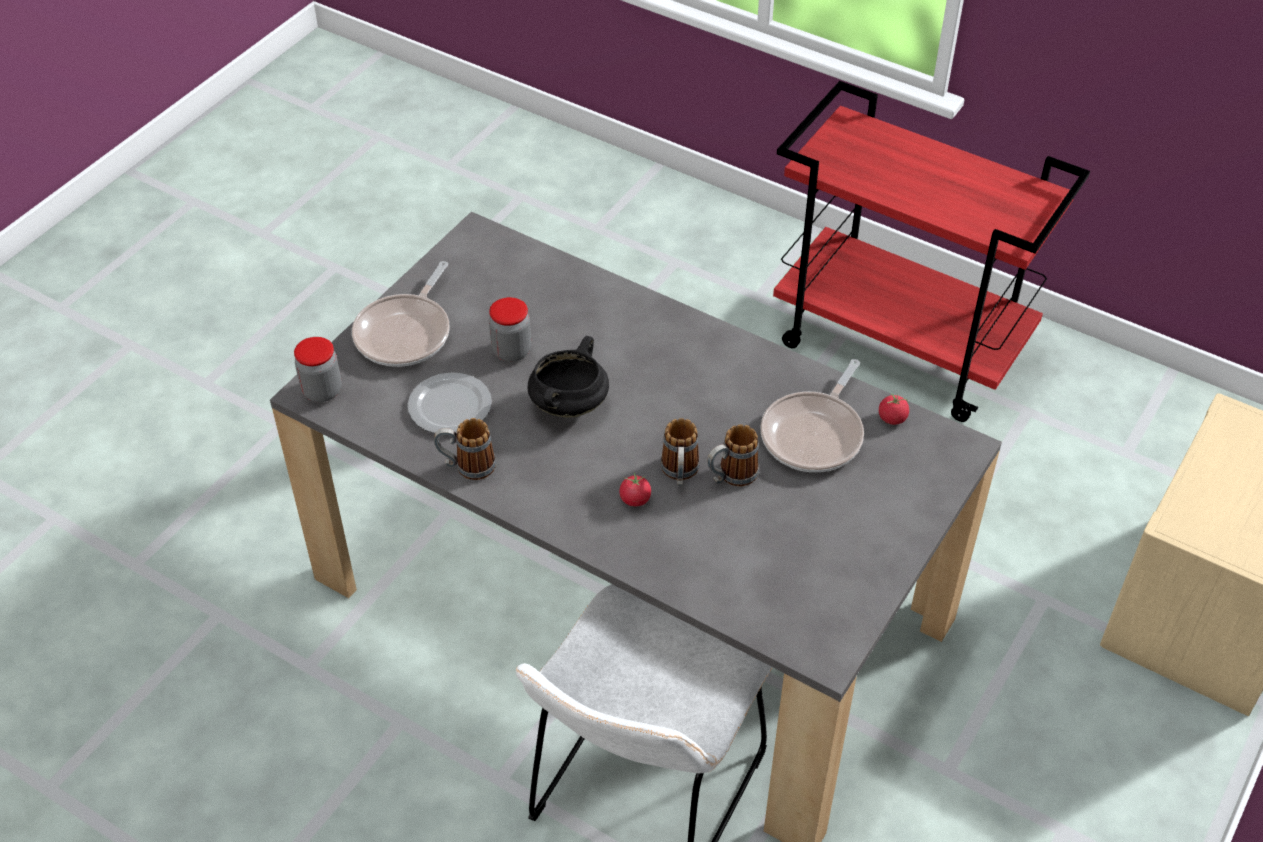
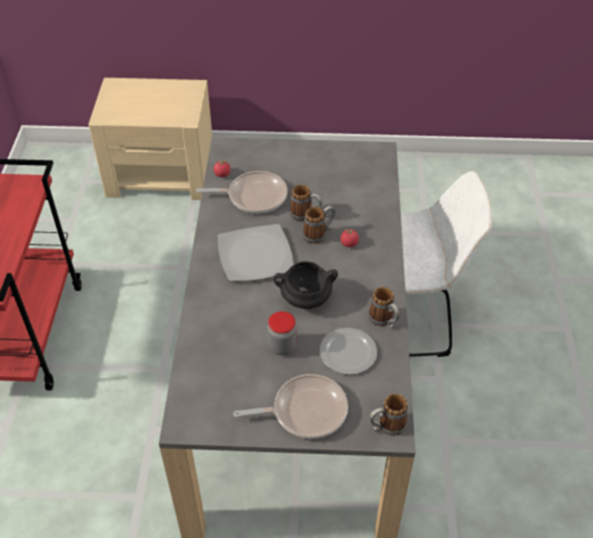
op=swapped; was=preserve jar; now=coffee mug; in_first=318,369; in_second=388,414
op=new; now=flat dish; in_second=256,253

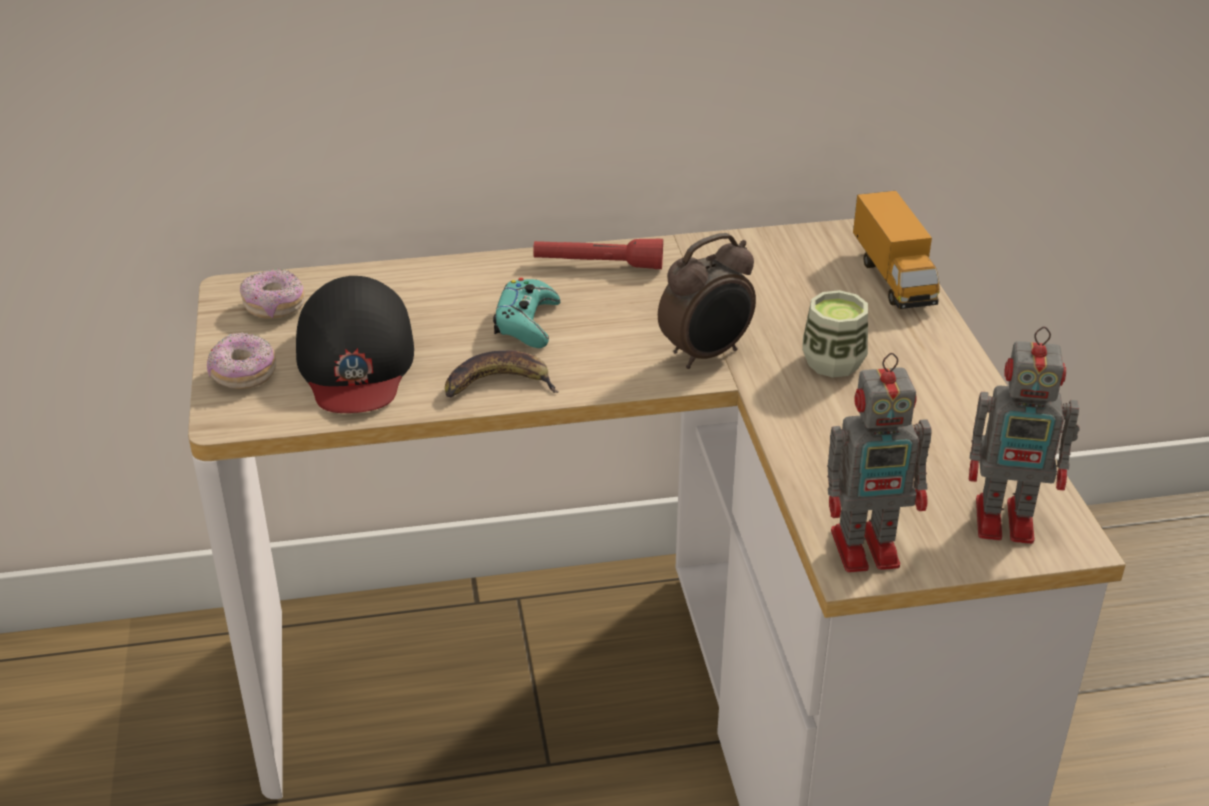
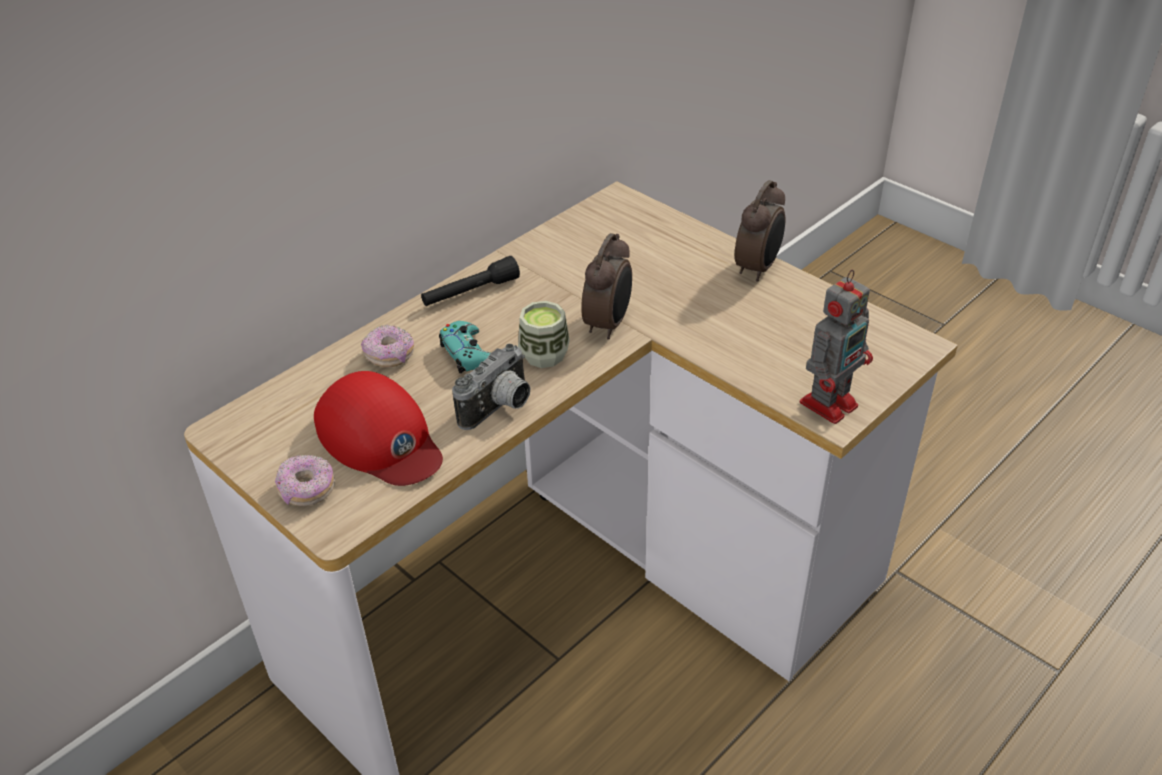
op=shifted; was=donut; in_first=272,294; in_second=387,346
op=repainted; was=blackish cap; now=reddish cap; in_first=355,344; in_second=378,428
op=swapped; was=whole banana; now=still camera; in_first=502,374; in_second=491,387
op=repainted; was=reddish hand torch; now=blackish hand torch; in_first=598,253; in_second=470,281
op=shifted; was=small cup; in_first=835,333; in_second=544,334
op=gone; was=toy lorry; in_first=896,250
op=gone; was=model robot; in_first=1024,435
op=new; now=alarm clock; in_second=760,231

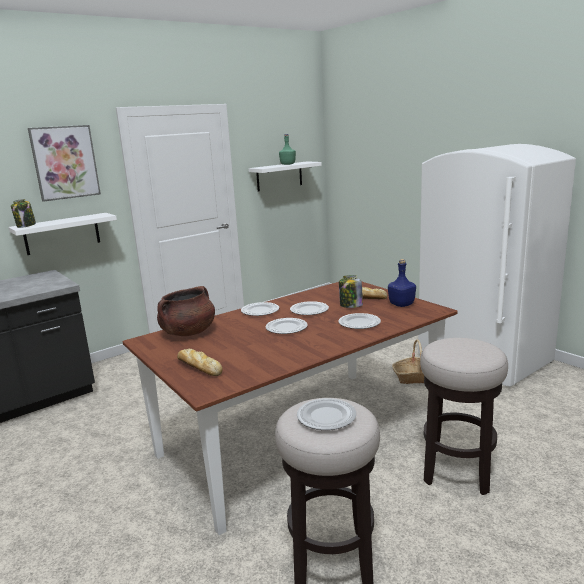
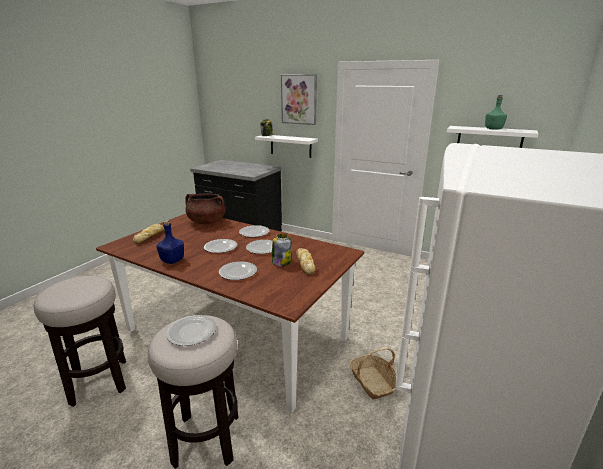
op=shifted; was=flat dish; in_first=326,414; in_second=191,330
op=shifted; was=blue bottle; in_first=402,283; in_second=170,242

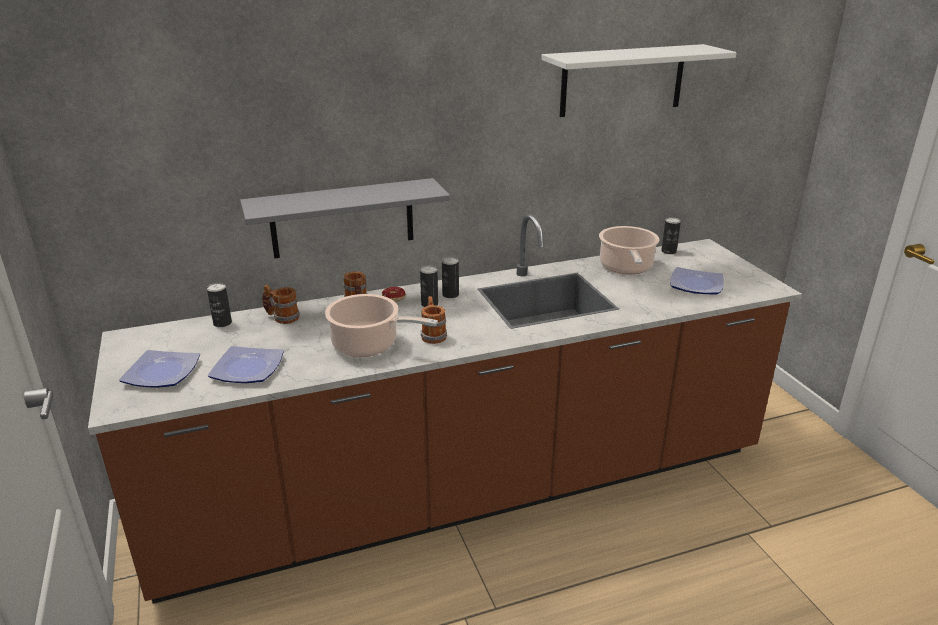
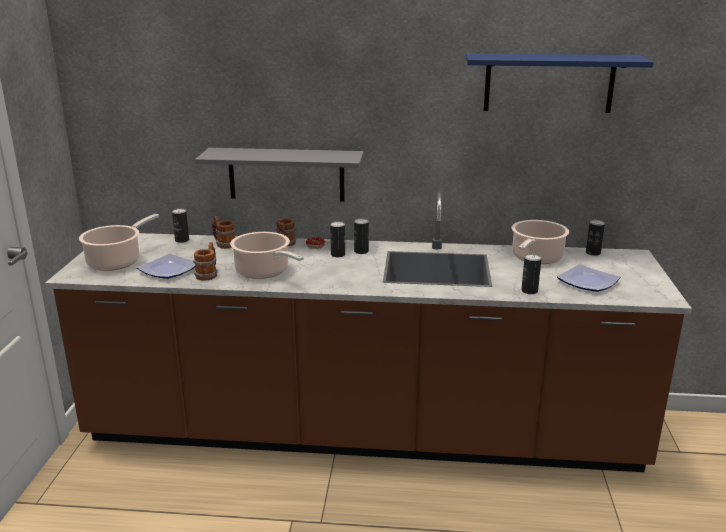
op=swapped; was=flat dish; now=saucepot; in_first=159,369; in_second=119,242
op=shifted; was=coffee mug; in_first=434,320; in_second=205,261
op=repainted; was=whitish wall shelf; now=blue wall shelf; in_first=639,80; in_second=560,83
op=new; now=sealed can; in_second=531,274

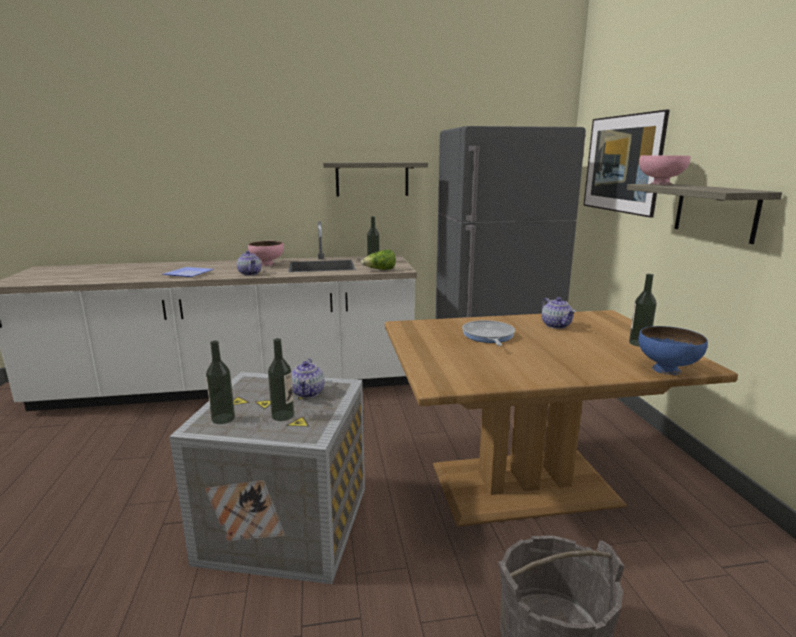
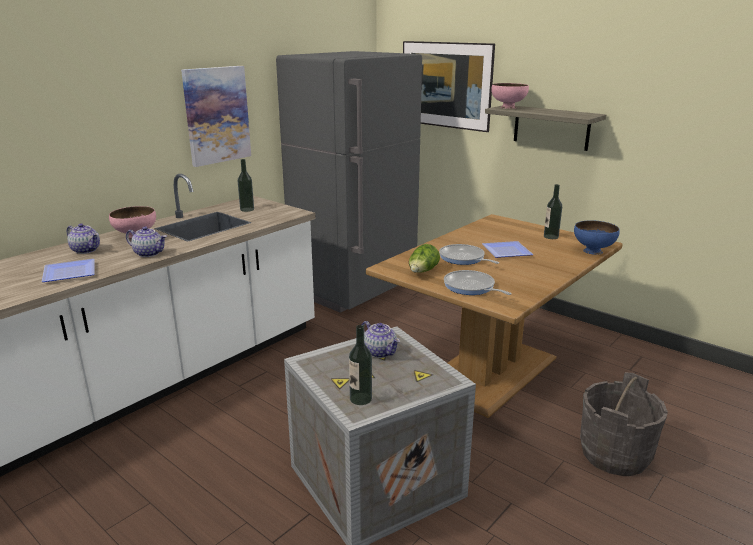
op=gone; was=bottle; in_first=281,379
op=swapped; was=wall shelf; now=wall art; in_first=375,179; in_second=216,116
op=shifted; was=lettuce head; in_first=378,260; in_second=424,258
op=shifted; was=tea pot; in_first=558,313; in_second=83,238
op=new; now=frying pan; in_second=478,282
op=new; now=flat dish; in_second=507,249

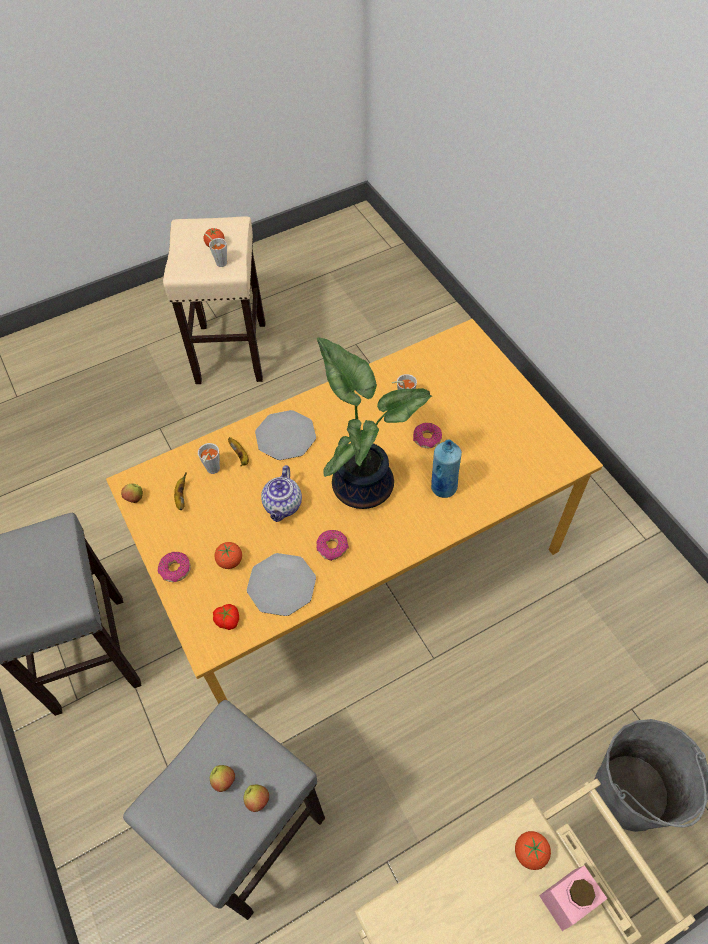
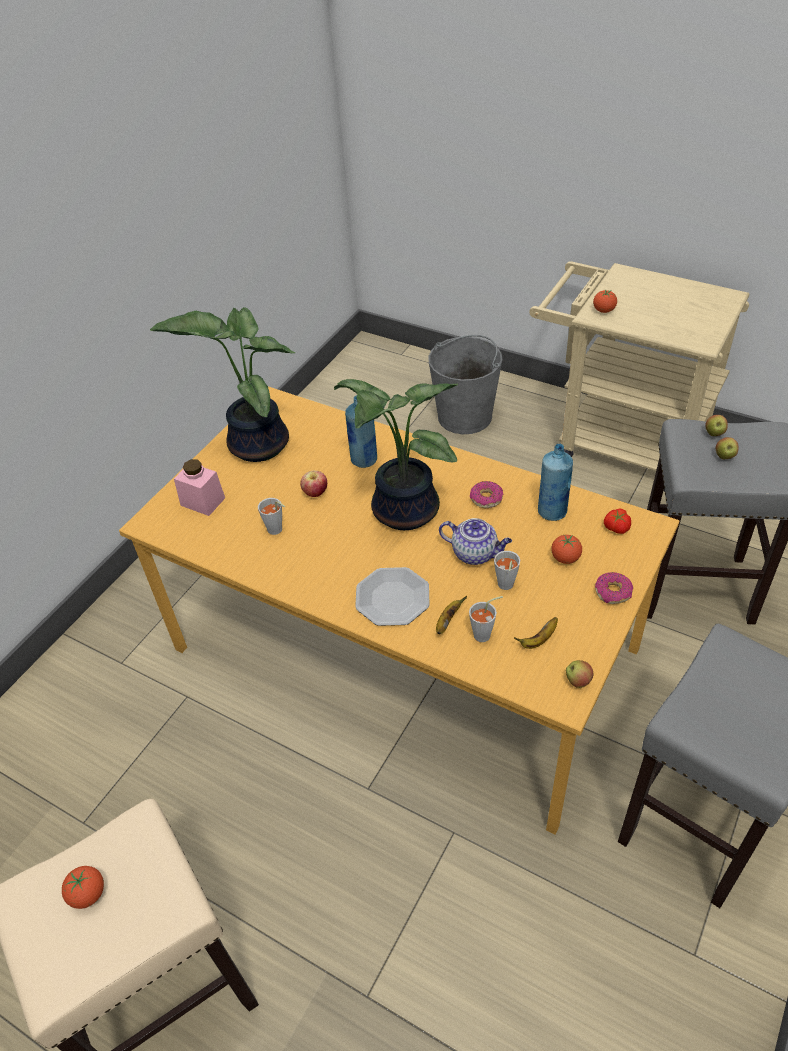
op=shifted; was=greyish small cup; in_first=215,250; in_second=507,570
op=swapped; was=flat dish; now=blue bottle; in_first=281,584; in_second=555,482
op=rotated; was=tea pot; in_first=281,493; in_second=475,541; clockwise=45
op=swapped; was=donut; now=apple fruit; in_first=427,435; in_second=313,484
op=shifted; was=pinkish preserve jar; in_first=573,898; in_second=199,487
op=new; now=houseplant; in_second=222,384

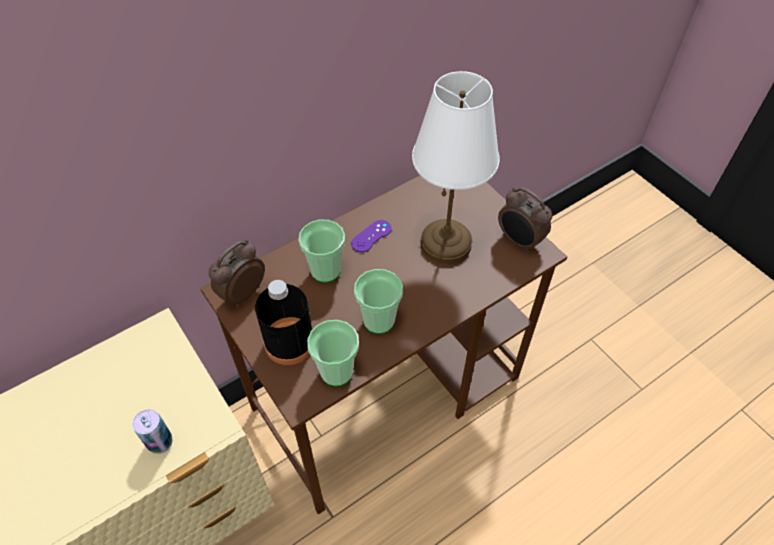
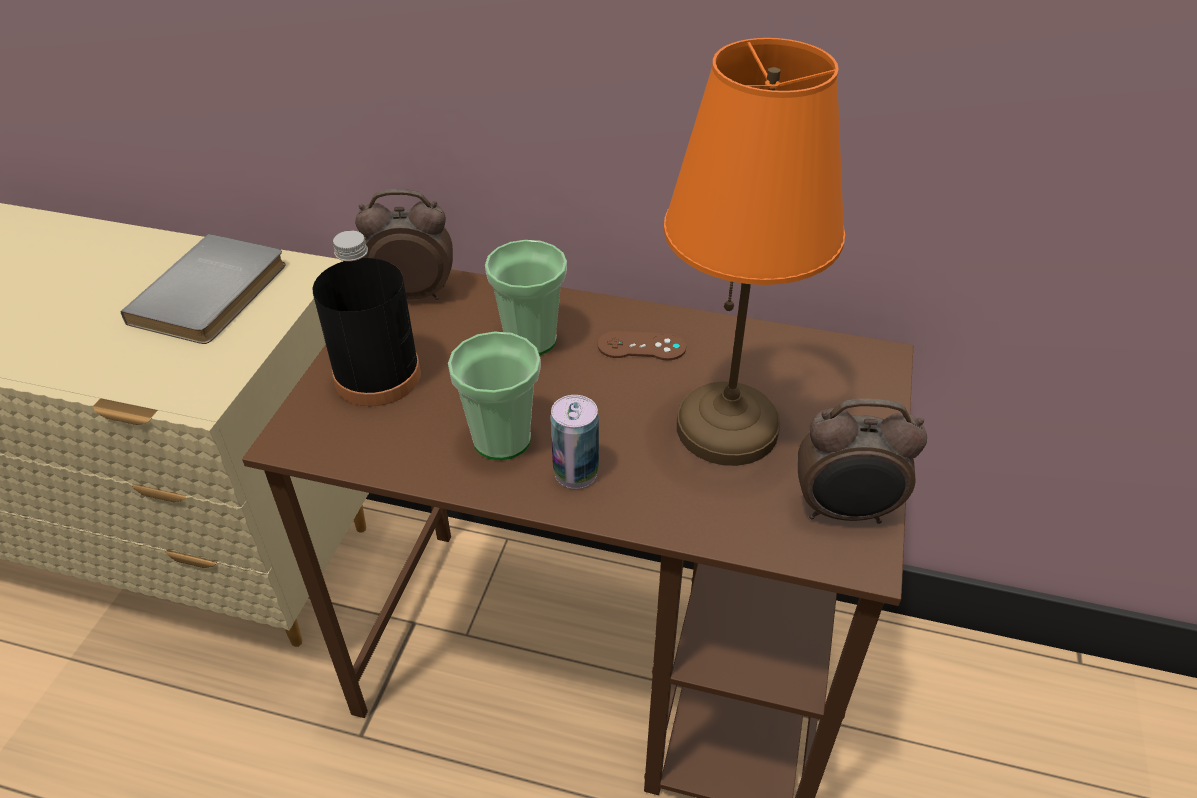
op=shifted; was=sealed can; in_first=152,431; in_second=575,442
op=gone; was=small cup; in_first=333,353
op=repainted; was=purple-coloured game controller; now=brown game controller; in_first=371,236; in_second=641,346
op=repainted; was=whitish lamp for a table; now=orangey lamp for a table; in_first=456,167; in_second=754,252
op=rotated; was=alarm clock; in_first=525,220; in_second=862,461; clockwise=-90
op=new; now=greyish volume; in_second=203,289

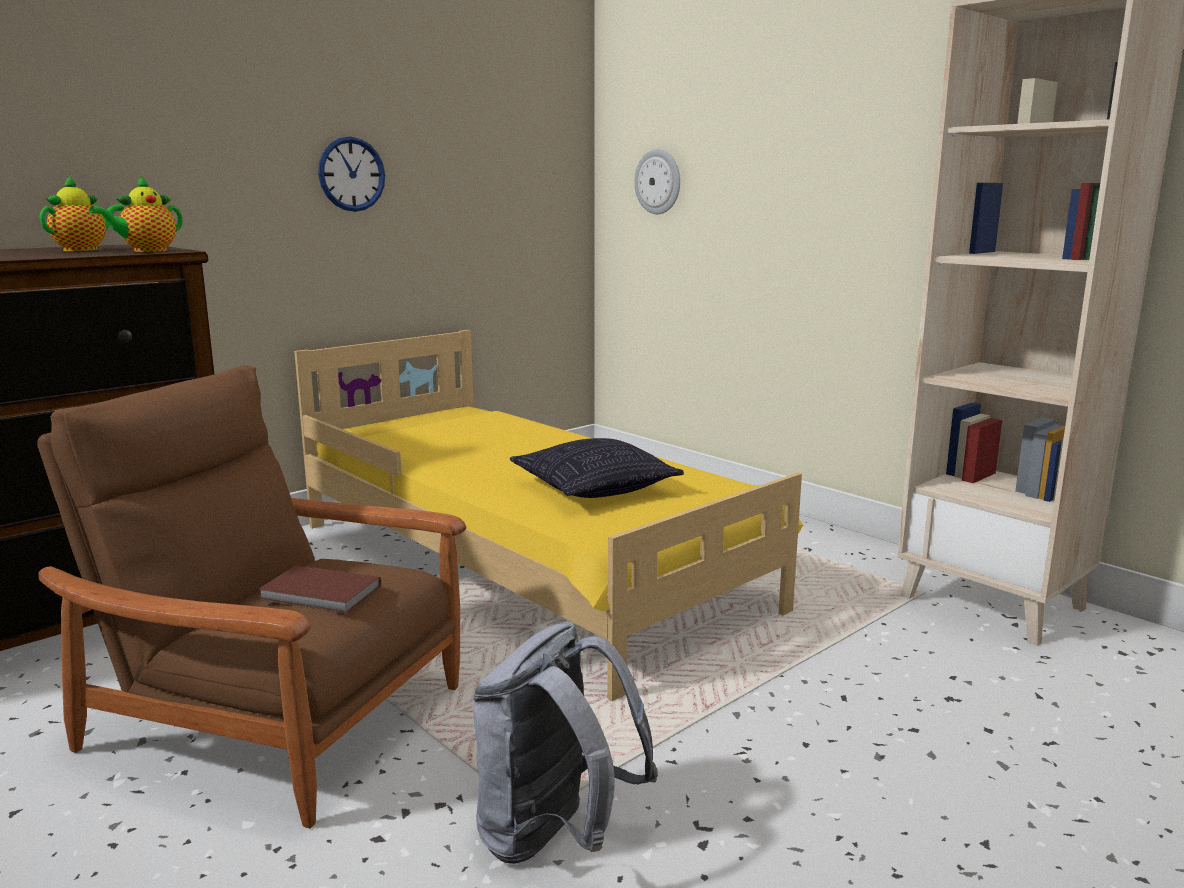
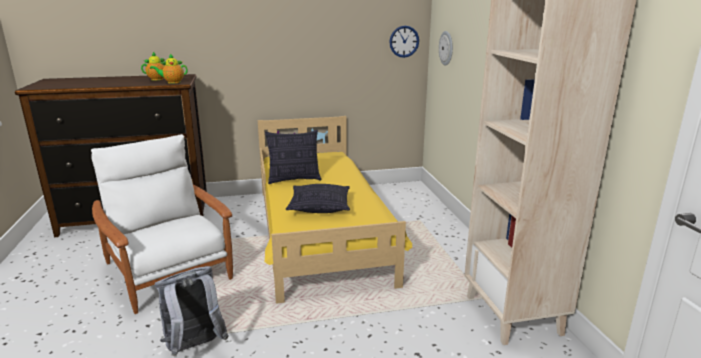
op=repainted; was=brown armchair; now=whitish armchair; in_first=251,596; in_second=162,224
op=gone; was=brown volume; in_first=319,589
op=shifted; was=wall clock; in_first=351,174; in_second=404,42
op=new; now=cushion; in_second=293,157

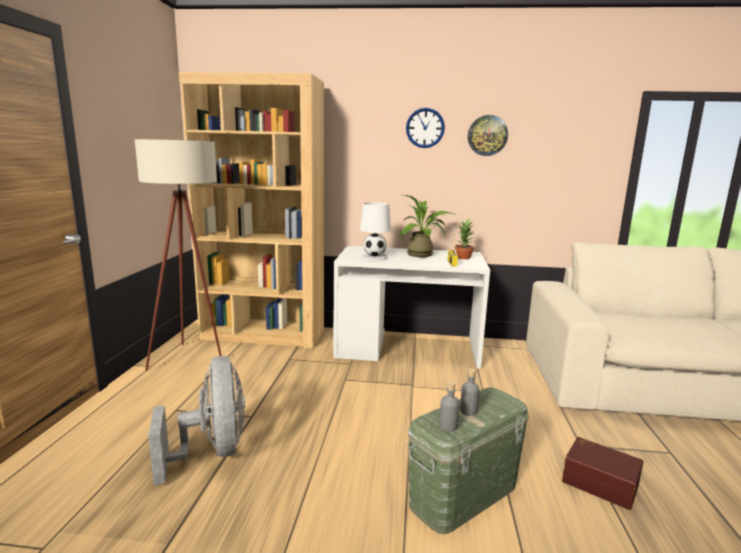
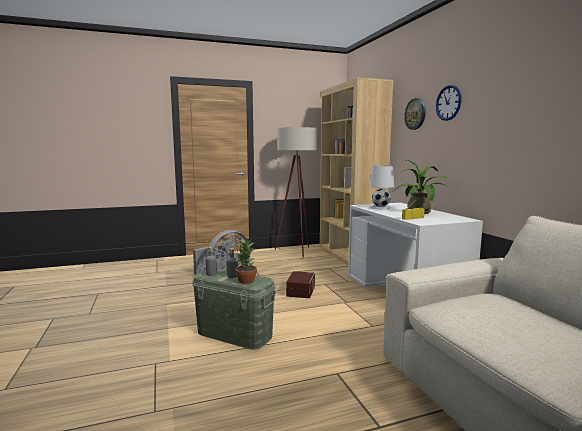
op=shifted; was=houseplant; in_first=465,239; in_second=246,261
op=shifted; was=wall clock; in_first=488,135; in_second=415,114
op=shifted; was=brown storage bin; in_first=603,473; in_second=300,284

